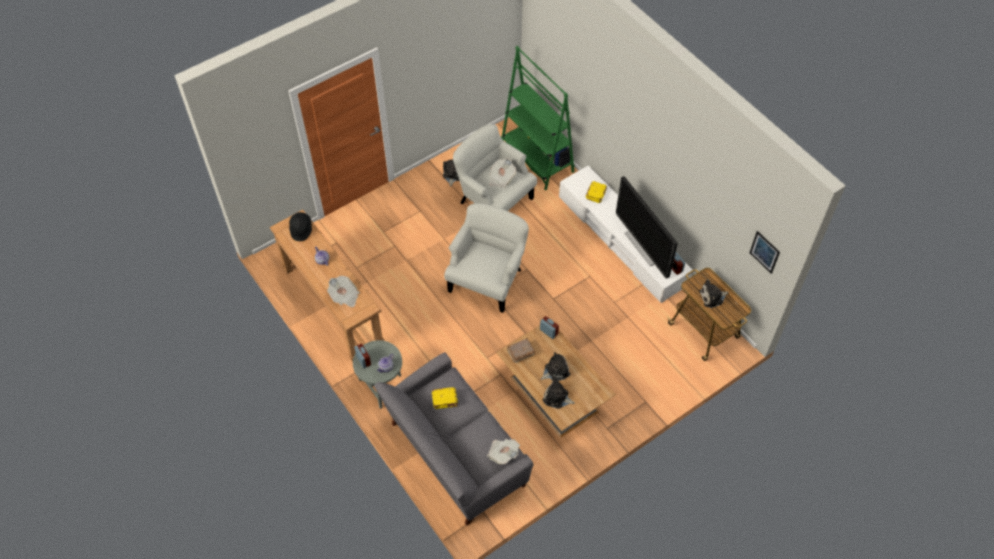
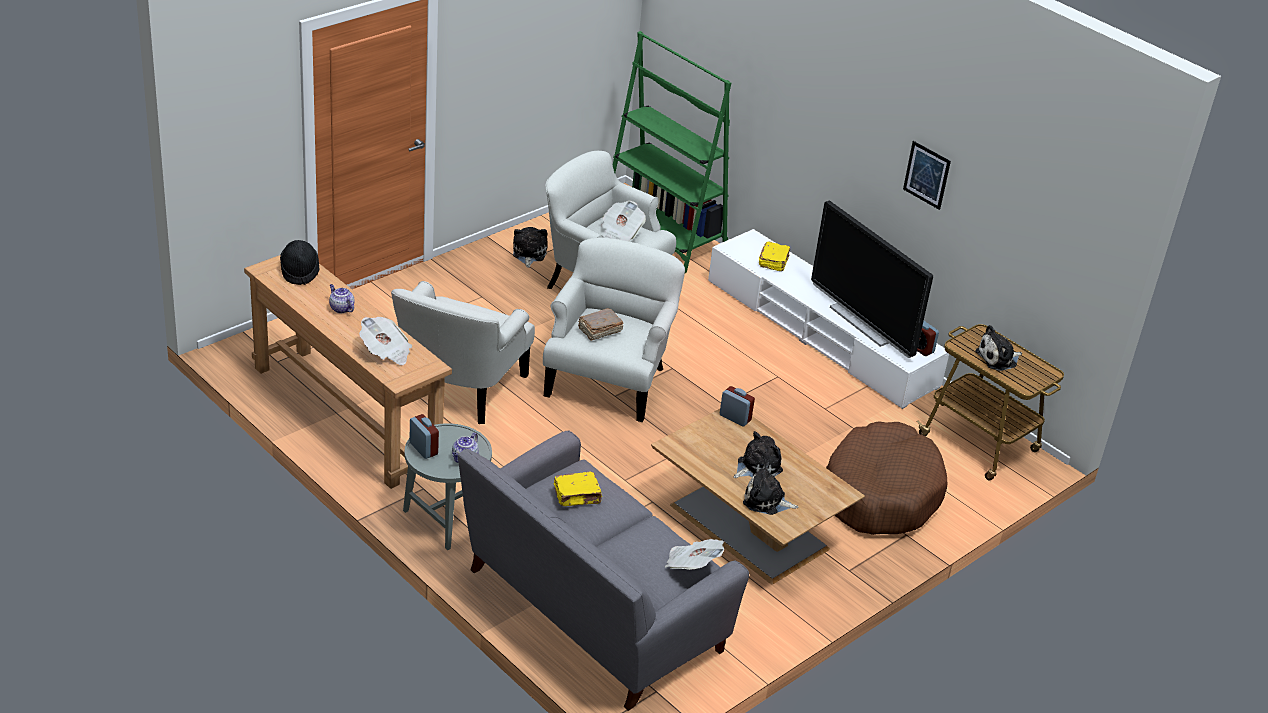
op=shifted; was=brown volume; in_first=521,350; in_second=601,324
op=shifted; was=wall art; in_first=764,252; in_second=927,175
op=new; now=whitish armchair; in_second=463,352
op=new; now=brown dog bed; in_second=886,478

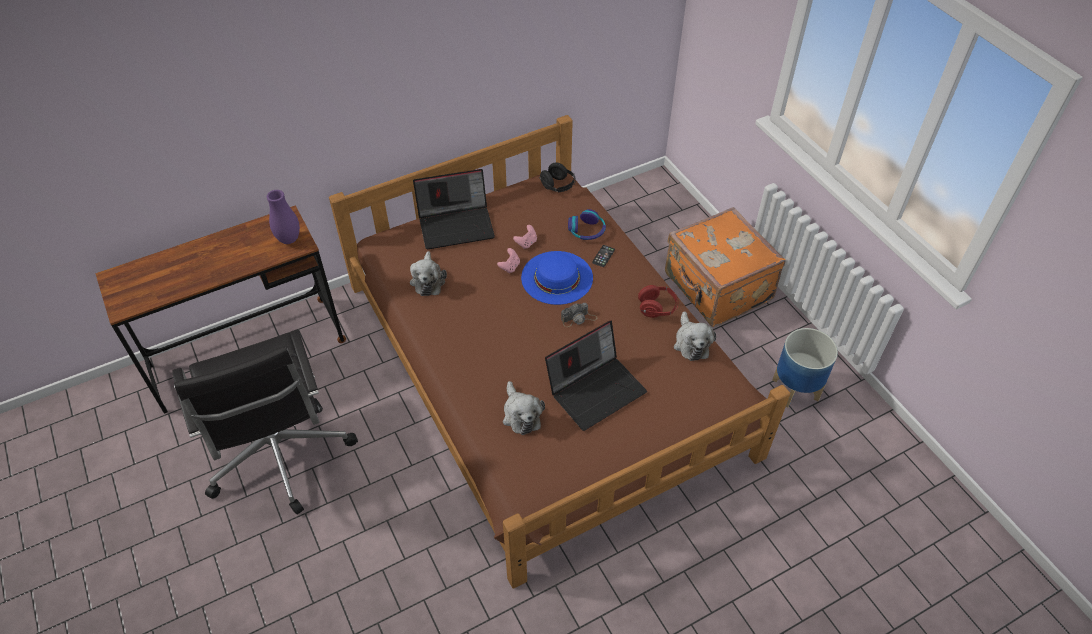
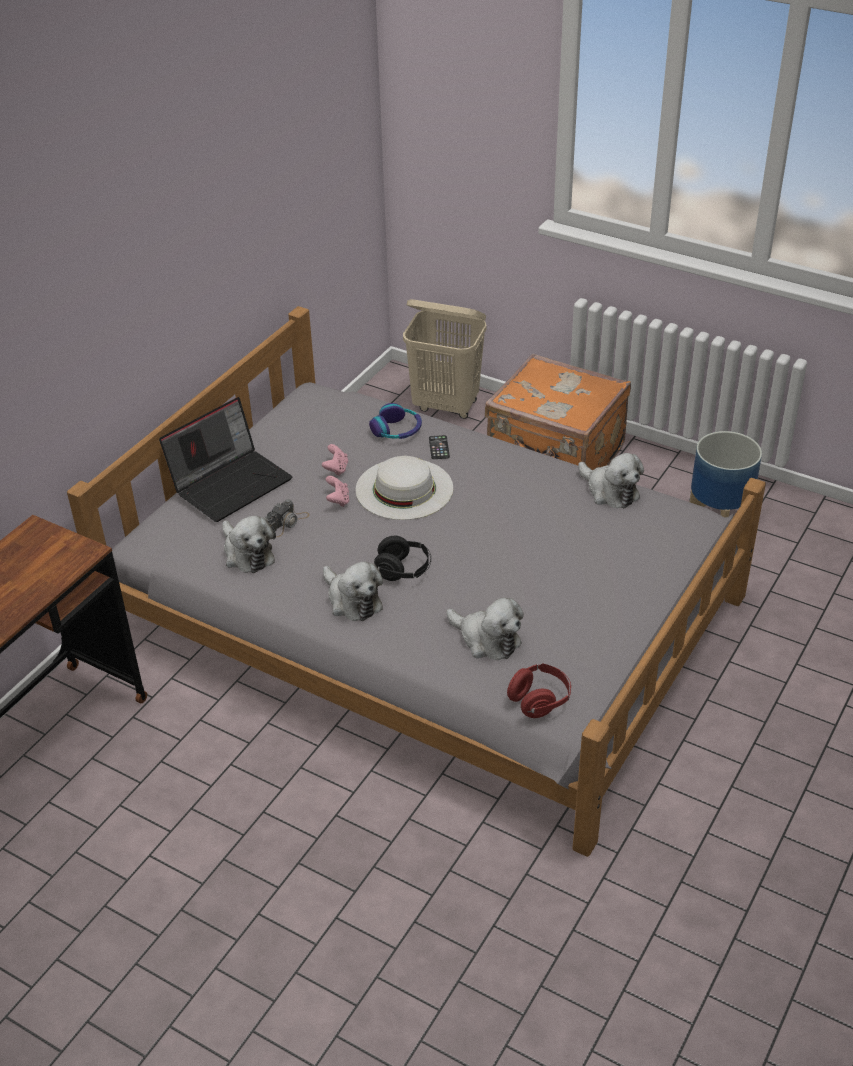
op=gone; was=blackish office chair; in_first=265,422
op=gone; was=purple-coloured vase; in_first=283,217
op=repainted; was=brown sleeping bed; now=greyish sleeping bed; in_first=559,351; in_second=416,581
op=repainted; was=blue wearable hat; now=whitish wearable hat; in_first=557,278; in_second=404,488
op=shifted; was=blackish headphones; in_first=557,177; in_second=402,558
op=gone; was=notebook computer; in_first=596,376
op=shifted; was=still camera; in_first=579,315; in_second=287,518
op=shifted; was=reddish headphones; in_first=658,301; in_second=539,691
op=new; now=plush toy; in_second=353,591
op=new; now=sand-coloured washing basket; in_second=445,359

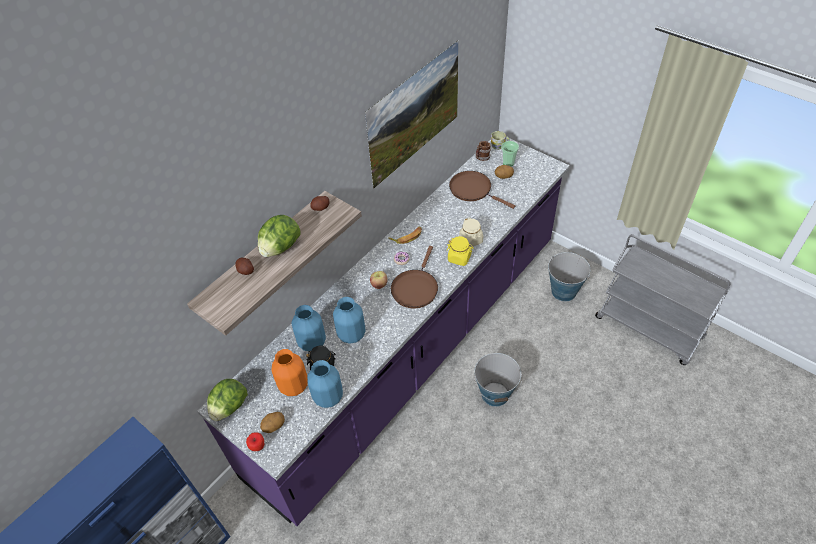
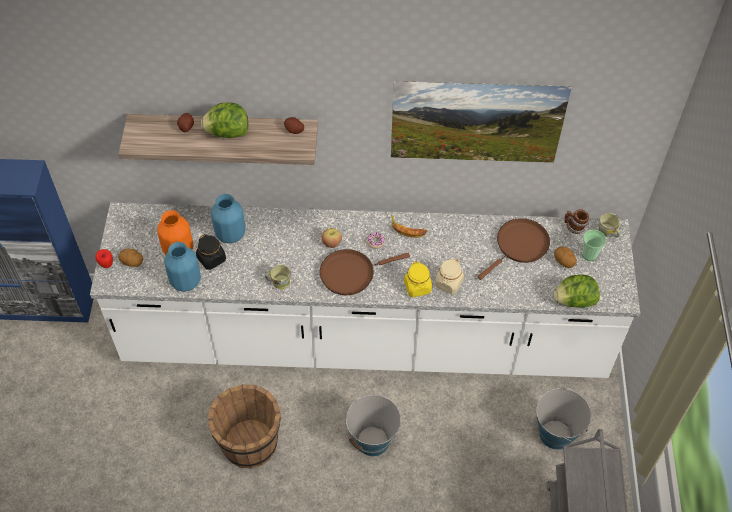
op=repainted; was=purple-coloured counter; now=whitish counter; in_first=383,332; in_second=365,290
op=shifted; was=lettuce head; in_first=227,400; in_second=577,291
op=gone; was=blue vase; in_first=349,320
op=rotated; was=brown frying pan; in_first=482,190; in_second=514,249; clockwise=45
op=new; now=brown bucket; in_second=243,426
op=new; now=coffee mug; in_second=278,276

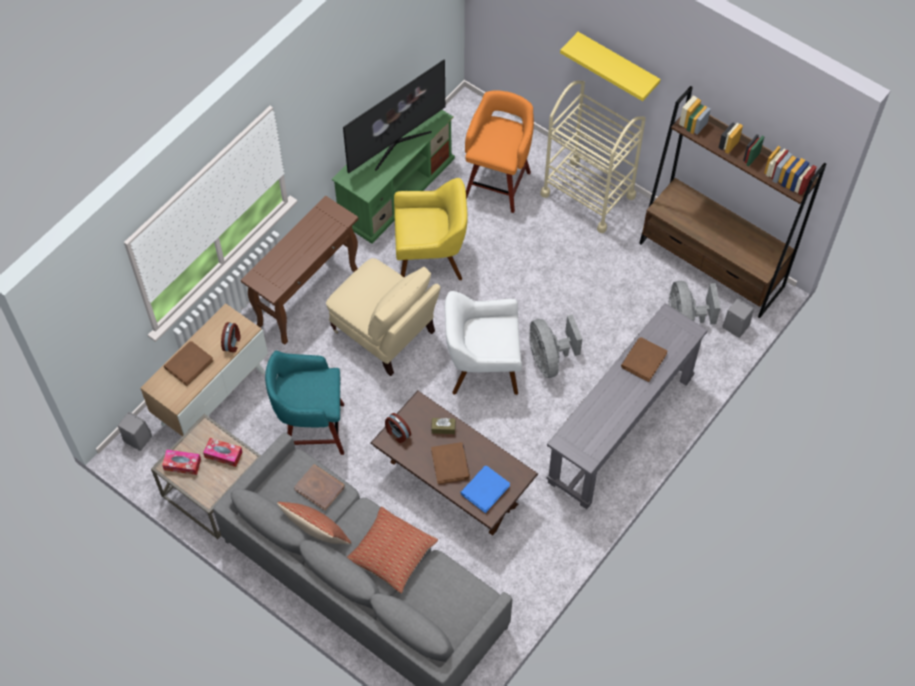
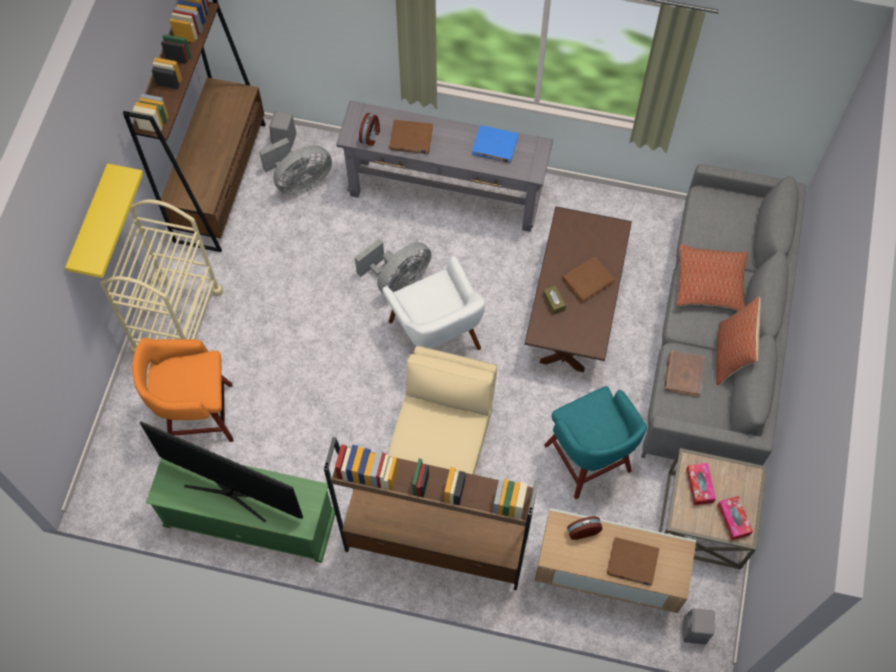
op=swapped; was=brown narrow table; now=brown bookcase; in_first=299,270; in_second=431,513
op=shifted; was=alarm clock; in_first=398,428; in_second=369,129
op=gone; was=yellow-coloured armchair; in_first=431,229
op=shifted; was=blue volume; in_first=485,489; in_second=495,144

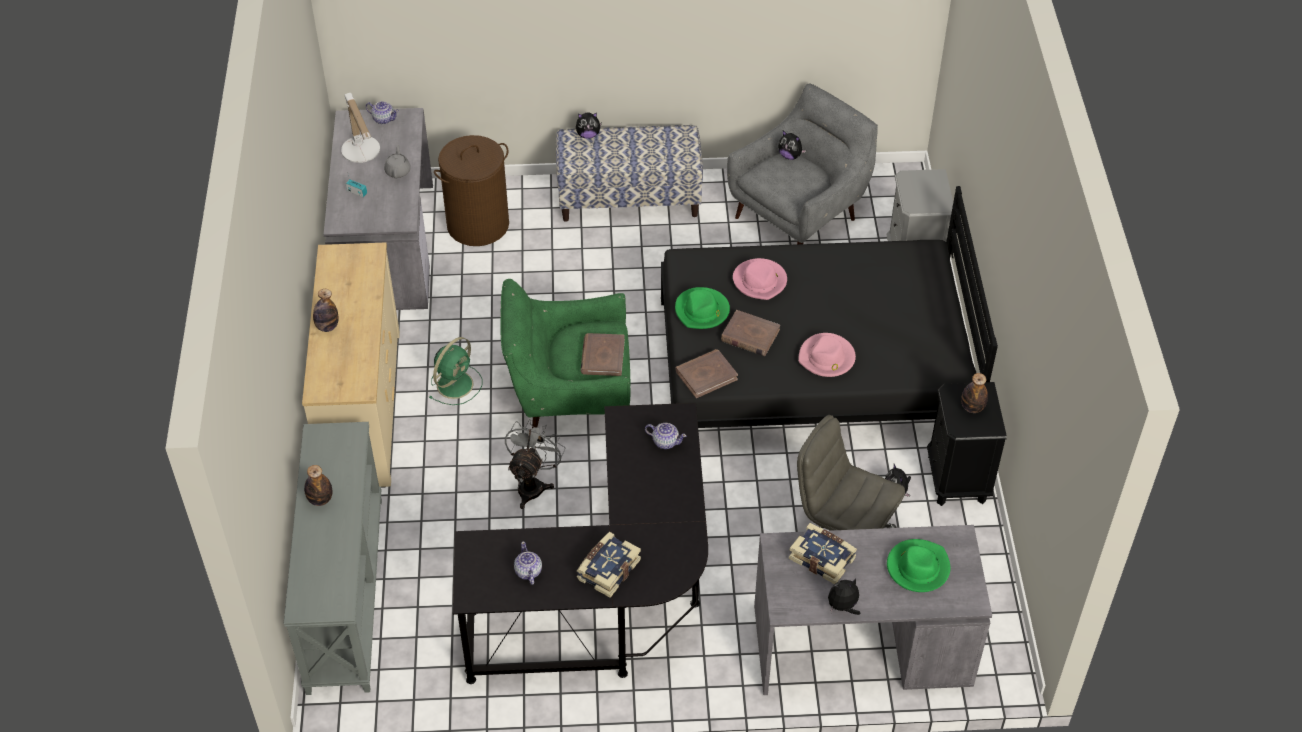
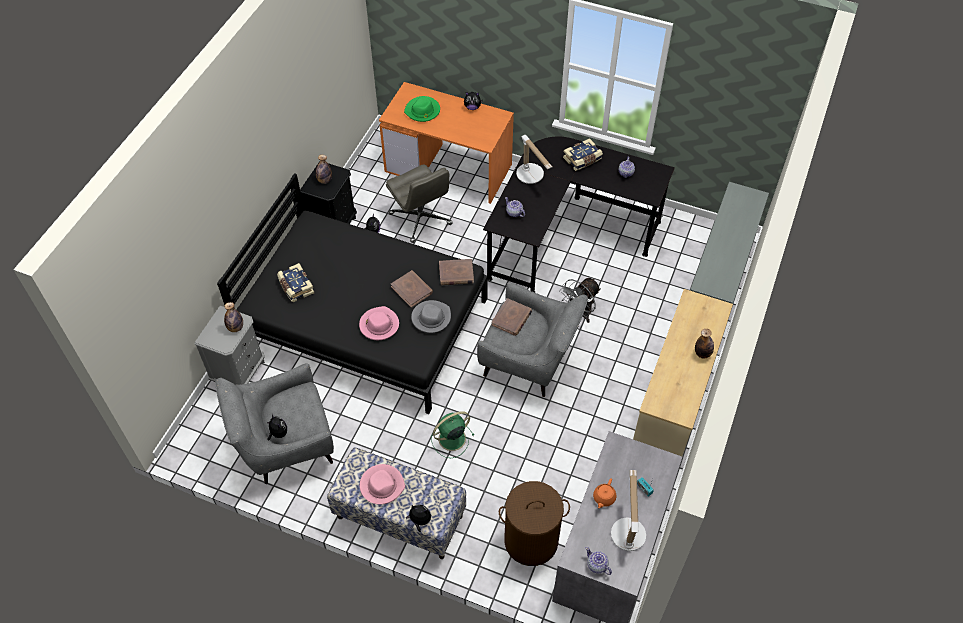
op=shifted; was=bottle; in_first=318,485; in_second=233,317
op=repainted; was=greyish tea pot; now=orangey tea pot; in_first=397,162; in_second=604,493
op=shifted; was=green-coloured electric fan; in_first=455,371; in_second=453,434
op=repainted; was=green-coloured armchair; now=greyish armchair; in_first=565,353; in_second=532,339
op=repainted; was=green-coloured wearable hat; now=greyish wearable hat; in_first=702,308; in_second=431,316
op=repainted; was=greyish desk table; now=orangey desk table; in_first=873,610; in_second=446,143
op=shifted; was=volume; in_first=823,553; in_second=295,282
op=shifted; was=pinkish wearable hat; in_first=827,355; in_second=382,484
op=new; now=lamp for a table; in_second=534,159

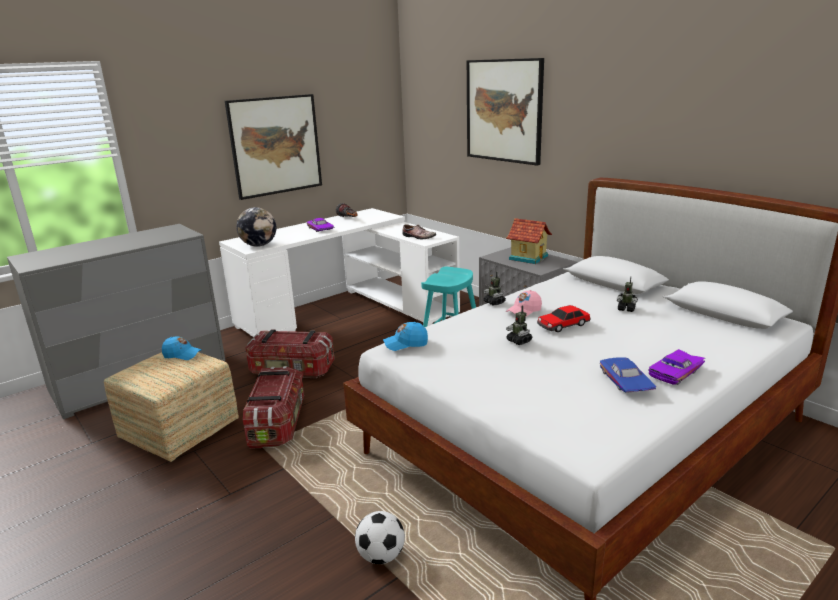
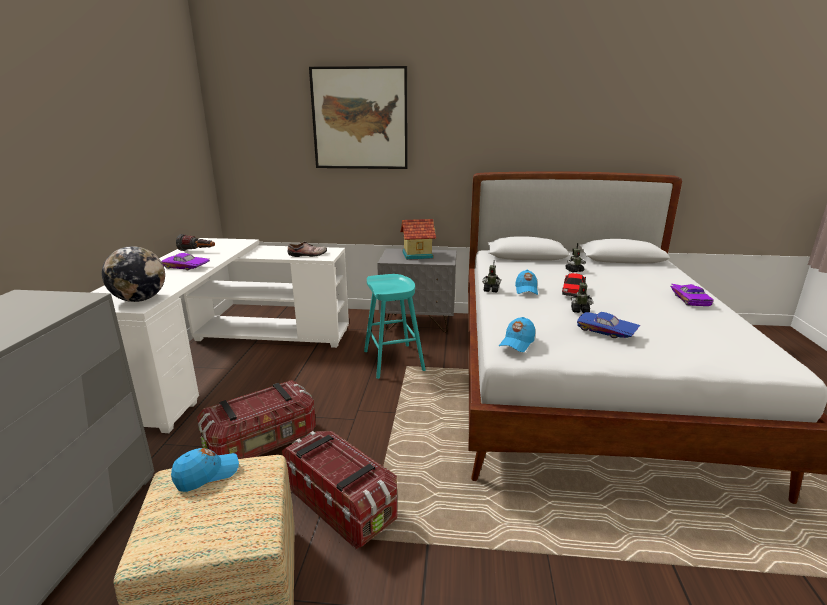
op=gone; was=wall art; in_first=273,147
op=gone; was=football; in_first=380,537
op=repainted; was=pinkish cap; now=blue cap; in_first=524,303; in_second=526,282
op=shifted; was=blue toy car; in_first=628,375; in_second=608,325

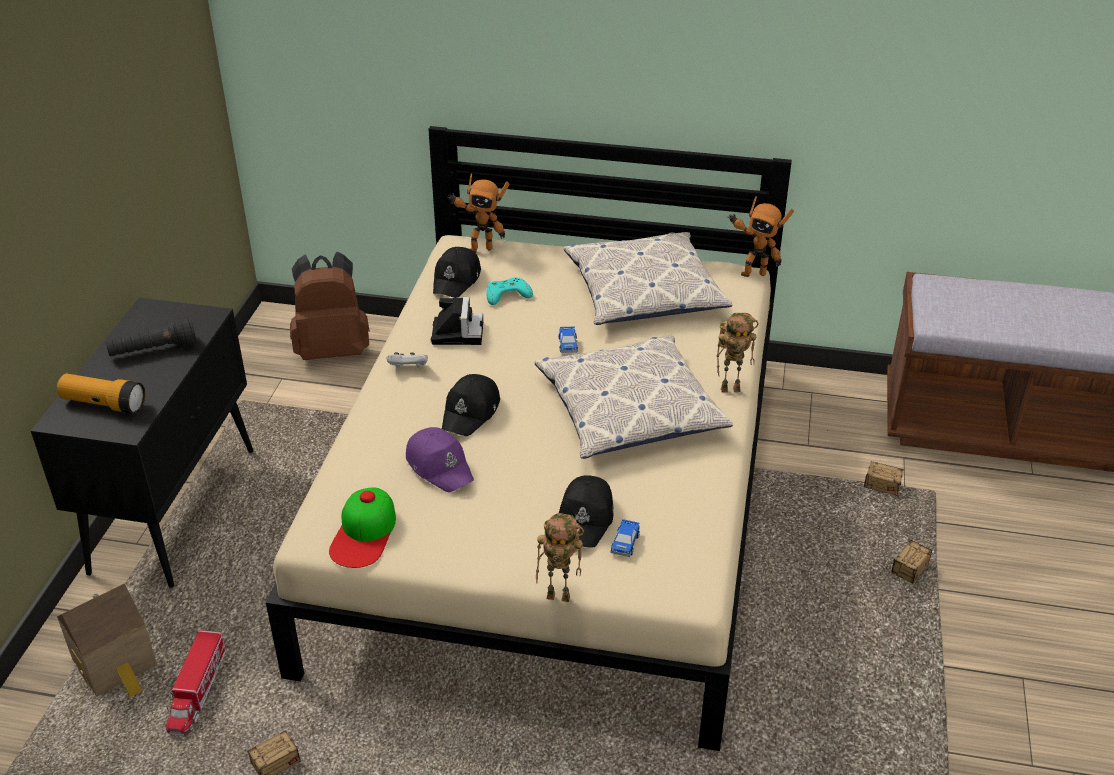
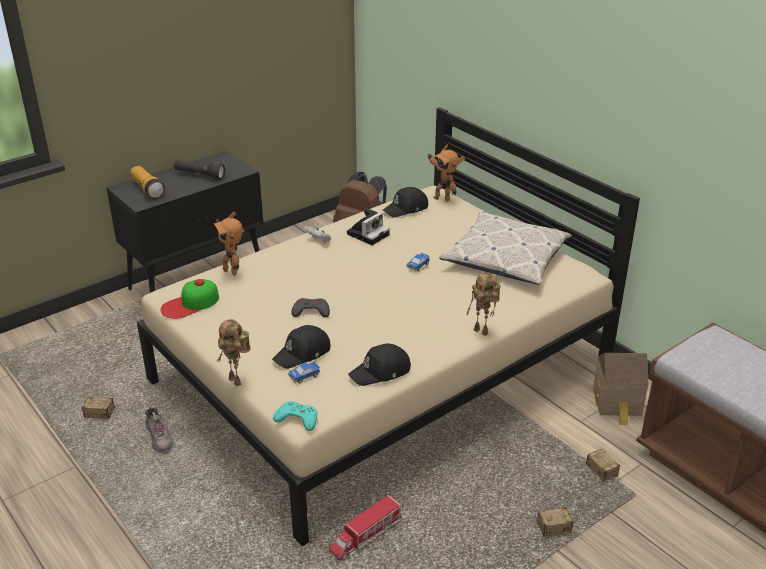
op=shifted; was=model house; in_first=107,640; in_second=621,389
op=shifted; was=toy lorry; in_first=195,683; in_second=365,527
op=gone; was=purple-coloured cap; in_first=440,459
op=shifted; was=blackish cap; in_first=471,405; in_second=379,365
op=shifted; was=turquoise game controller; in_first=509,291; in_second=295,416
op=gone; was=cushion; in_first=633,397
op=shifted; was=model robot; in_first=761,236; in_second=229,244
op=new; now=item of footwear; in_second=159,428
op=new; now=greyish game controller; in_second=310,307

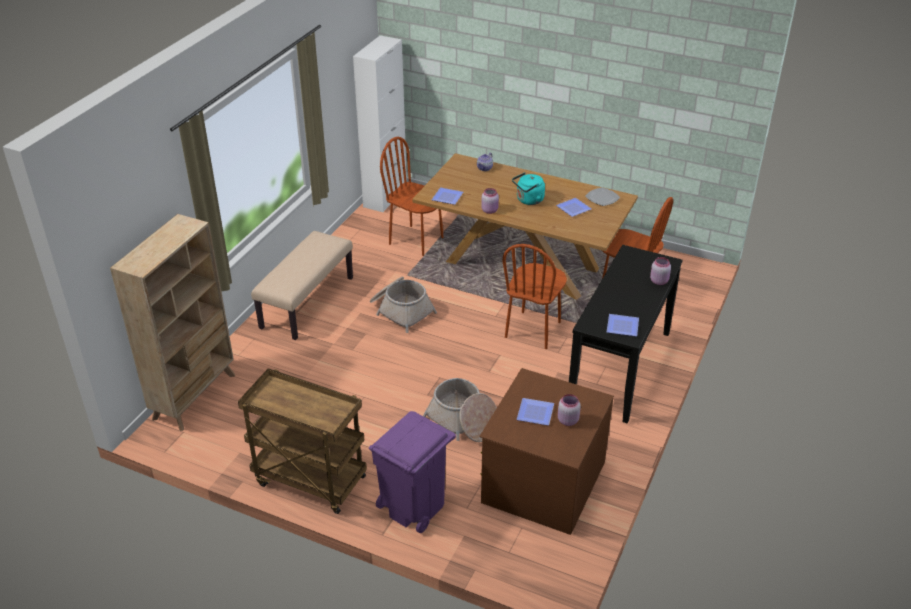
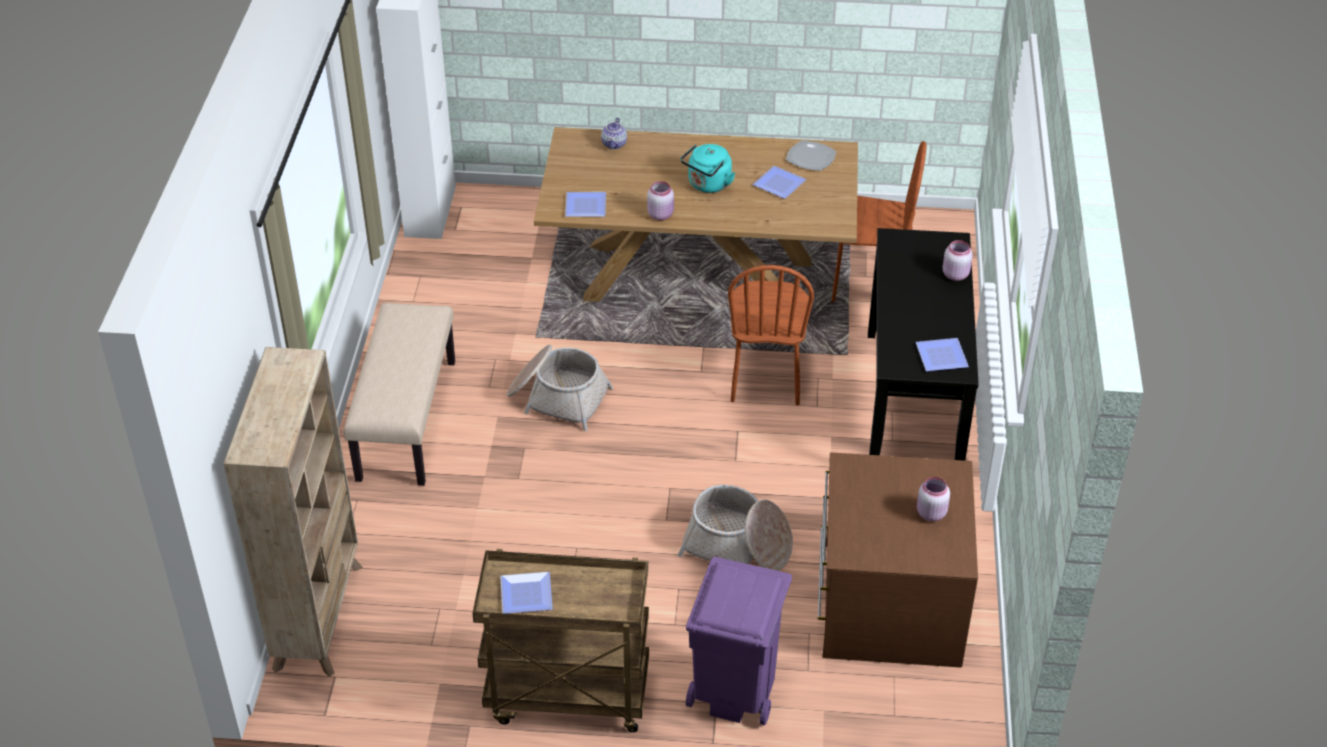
op=gone; was=brown upright chair; in_first=412,196
op=shifted; was=flat dish; in_first=535,411; in_second=526,592

